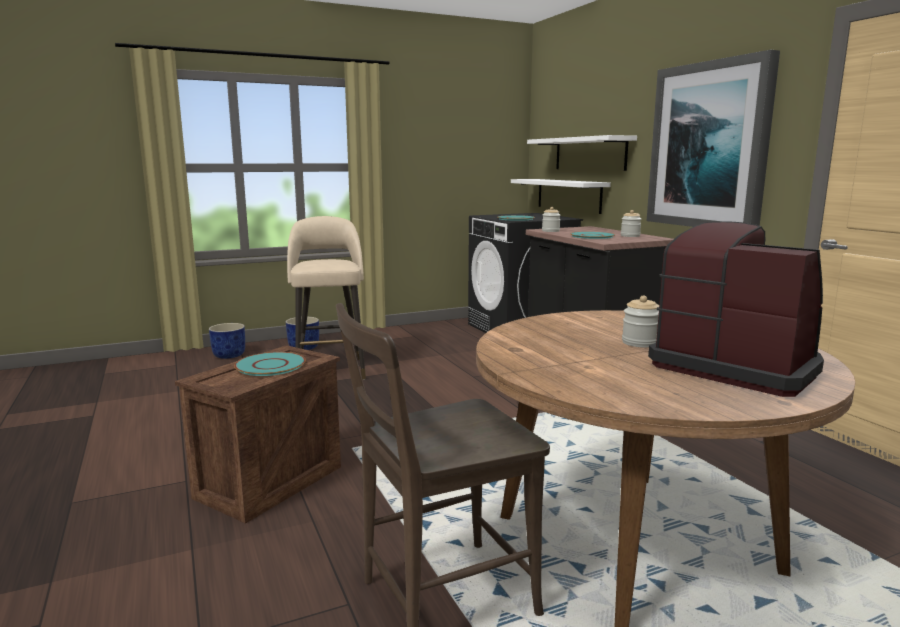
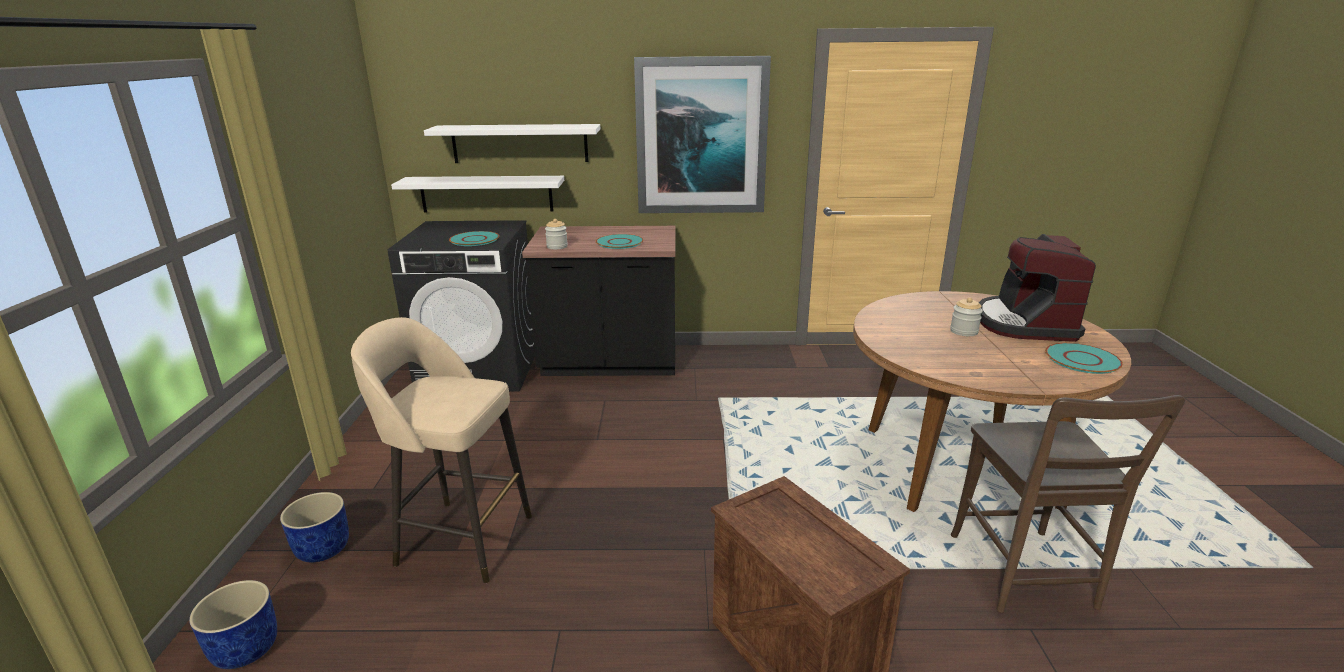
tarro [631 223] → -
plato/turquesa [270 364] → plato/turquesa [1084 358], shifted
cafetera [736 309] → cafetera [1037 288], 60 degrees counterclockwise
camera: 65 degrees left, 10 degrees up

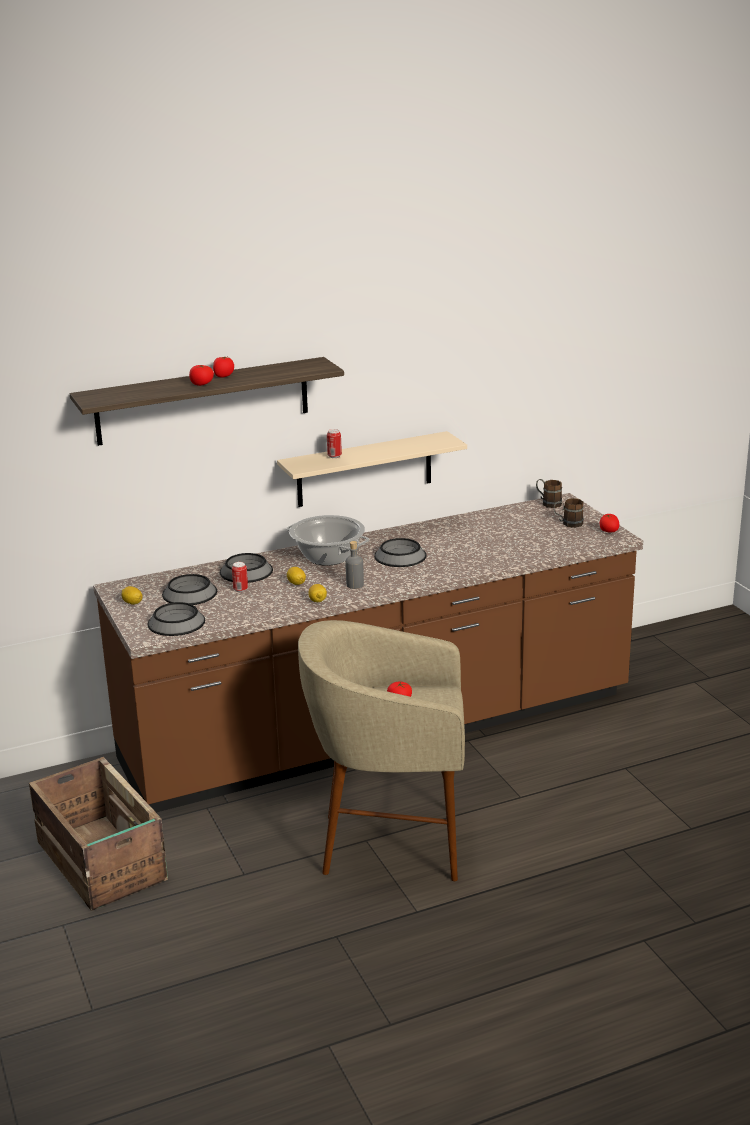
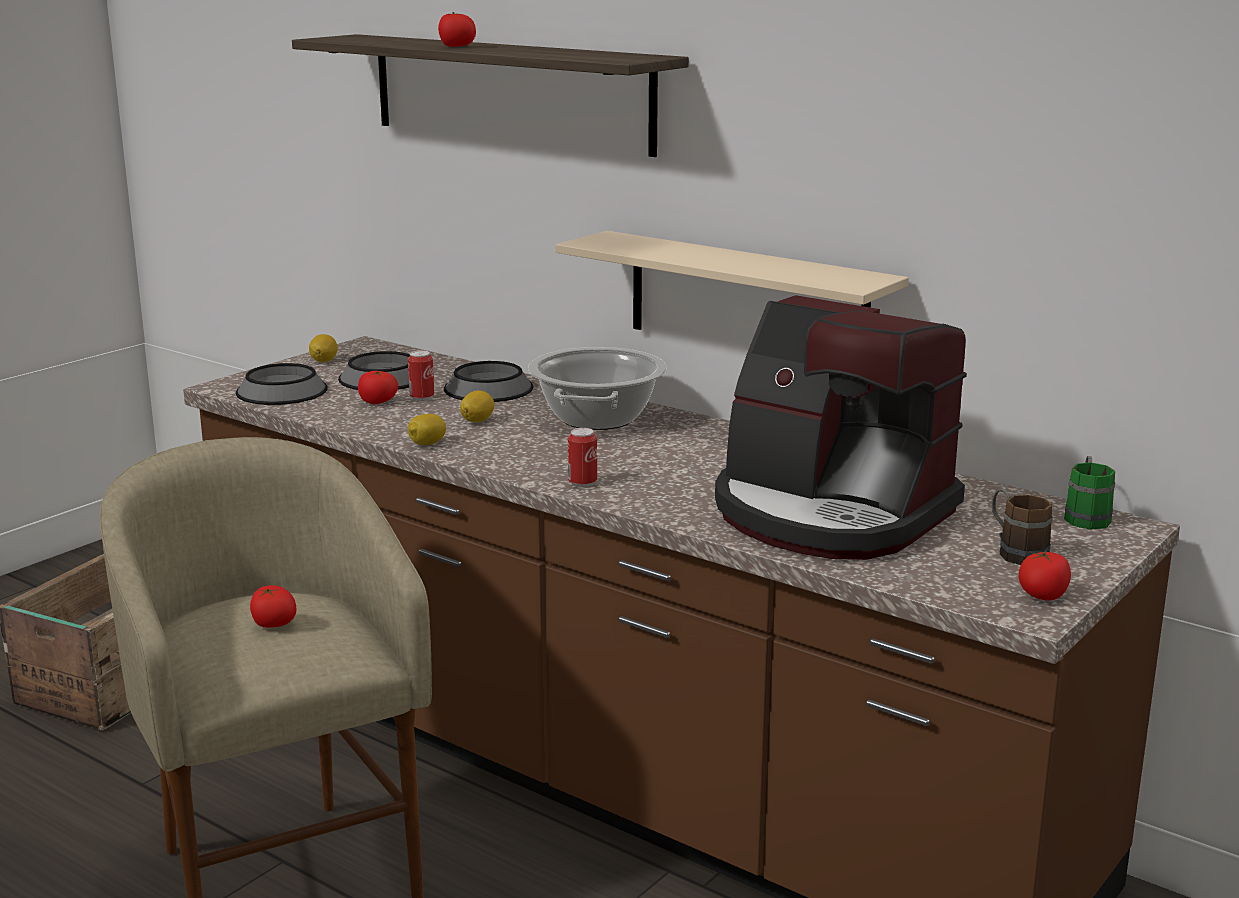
botella/gris [354 565] → -
cuenco [400 552] → -
- → cafetera [841 427]
tomate [223 366] → tomate [378 387], shifted
lata [334 443] → lata [582 457], shifted
taza grande/marrón [549 493] → taza grande/verde [1089 492]
camera: 60 degrees right, 5 degrees down

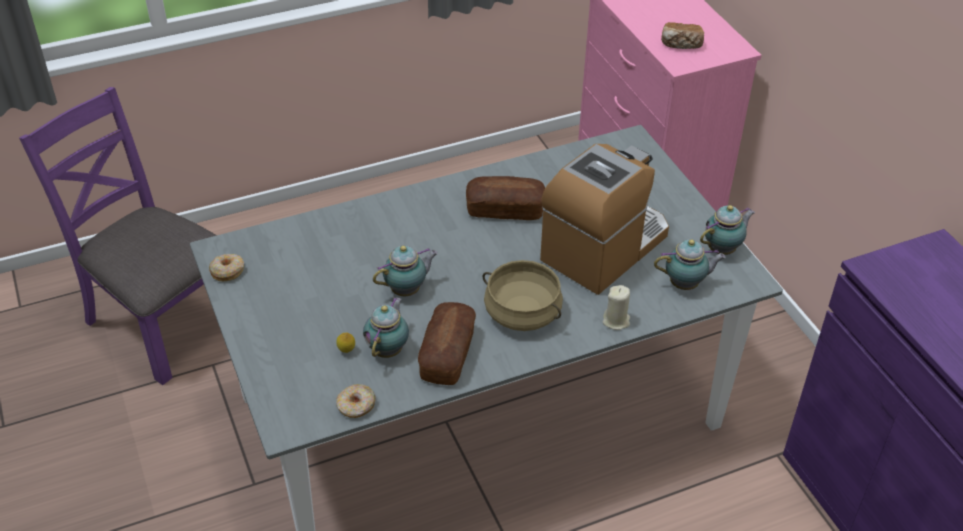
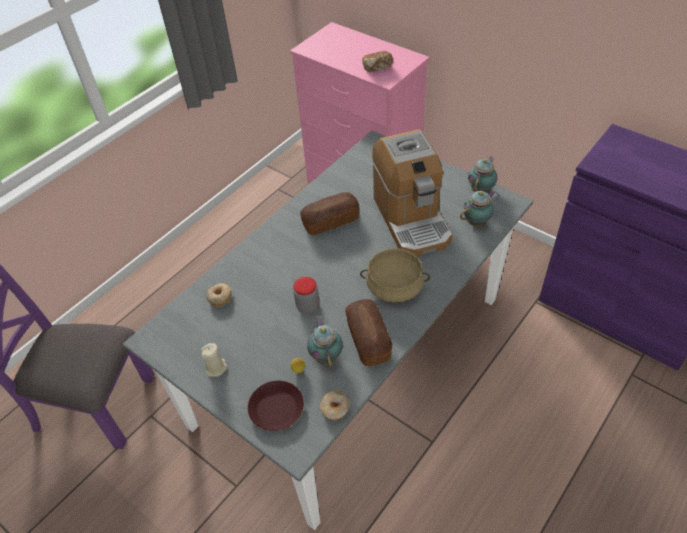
- → plato/marrón [276 406]
rosquilla [226 267] → rosquilla [219 295], shifted
vela/beis [616 307] → vela/beis [214 360], shifted
tetera [405 271] → tarro [306 295]
cafetera [604 219] → cafetera [412 192], 150 degrees clockwise
camera: 25 degrees left, 5 degrees up

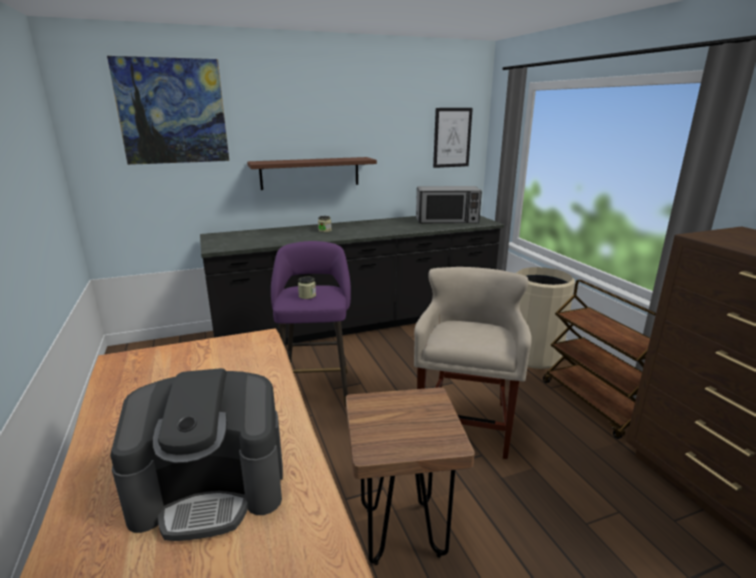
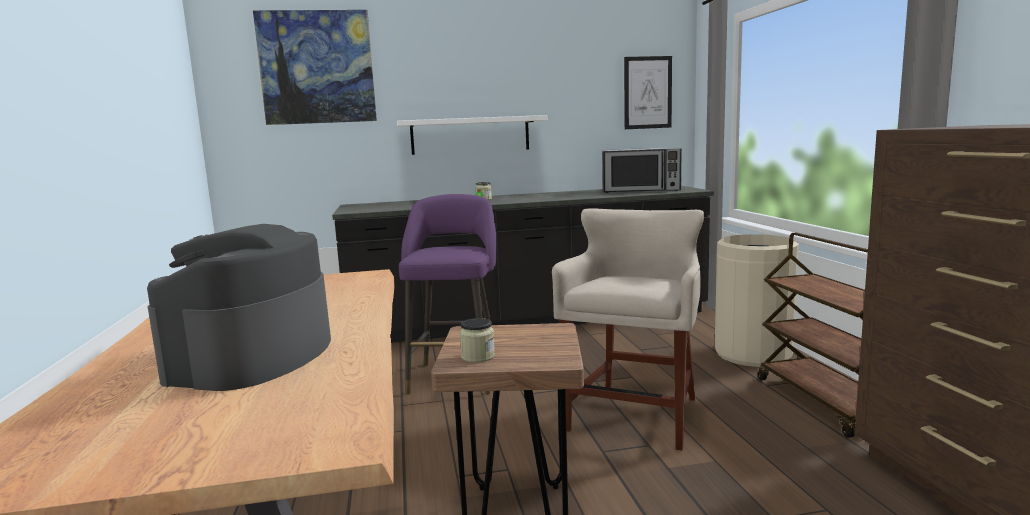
tarro [307 287] → tarro [477 340], shifted
estante/marrón [312 173] → estante/blanco [472 135]
cafetera [196 454] → cafetera [239 307], 105 degrees clockwise
camera: 10 degrees right, 10 degrees down

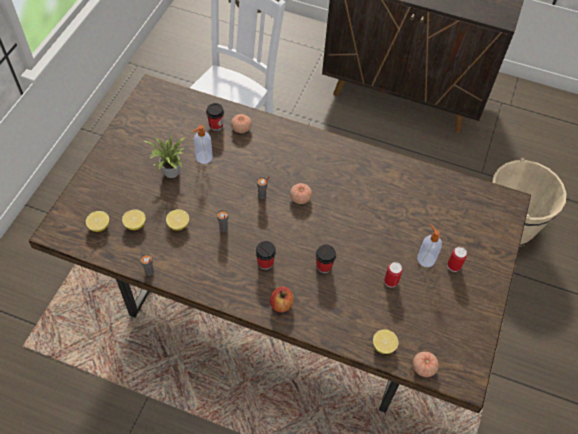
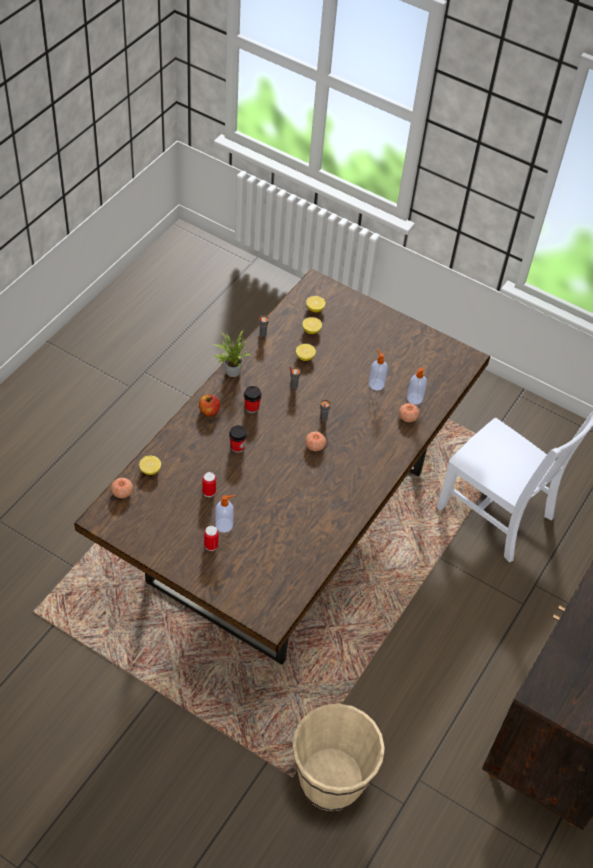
planta en maceta [164 156] → planta en maceta [232 353], shifted
taza [215 117] → dispensador de jabón [417 386]
camera: 100 degrees right, 5 degrees down

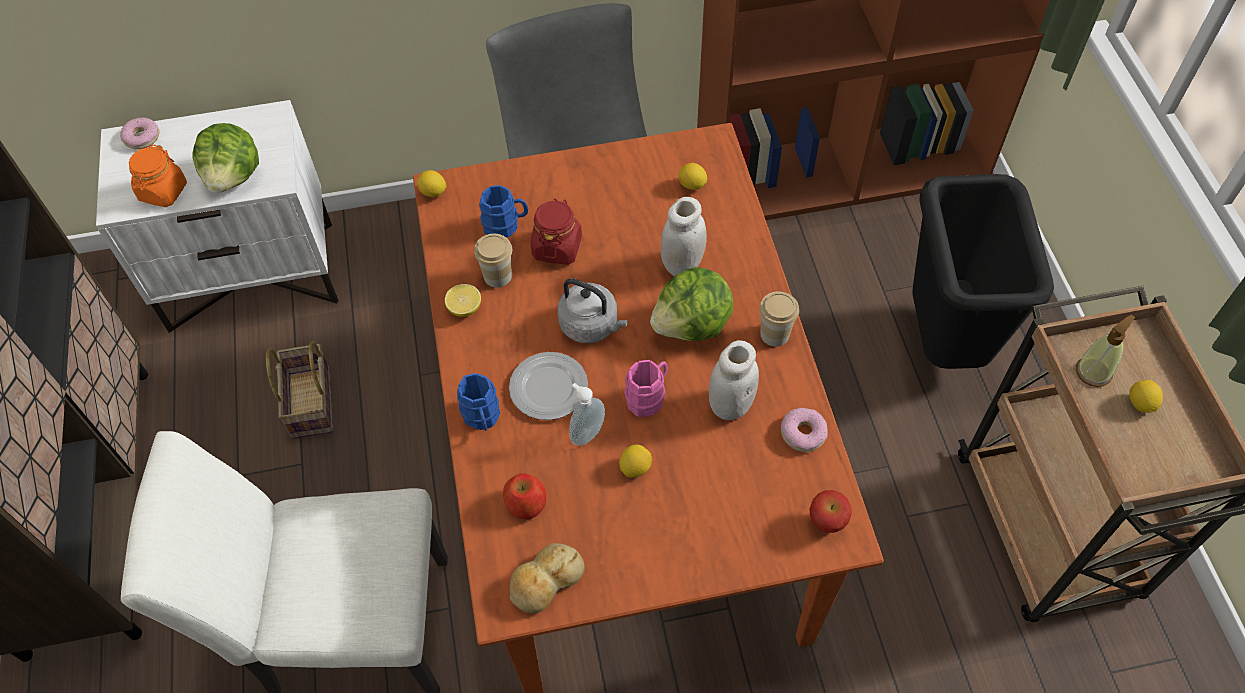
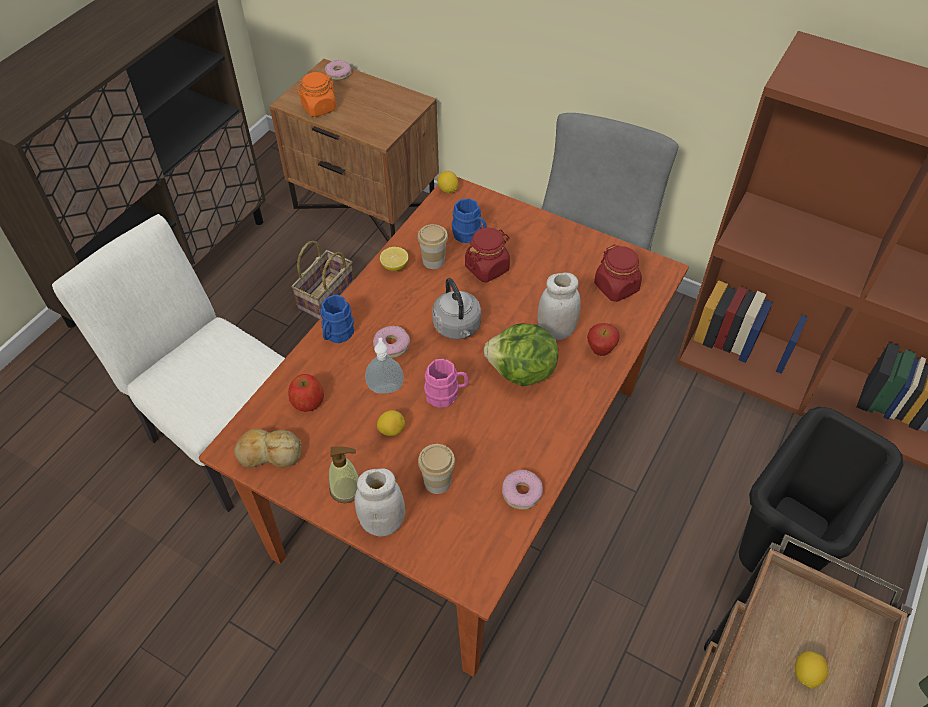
lechuga [225 158] → -
tarro/blanco [734 380] → tarro/blanco [379 502], shifted
taza [779 319] → taza [436 469], shifted
manzana [831 511] → manzana [603 339], shifted
dispensador de jabón [1105 351] → dispensador de jabón [344 474], shifted
plato [548 386] → rosquilla [391 342]
limón [693 176] → tarro/rojo [618 273]
mesita de noche/blanco [217 216] → mesita de noche/marrón [354 150]
camera: 40 degrees right, 5 degrees down

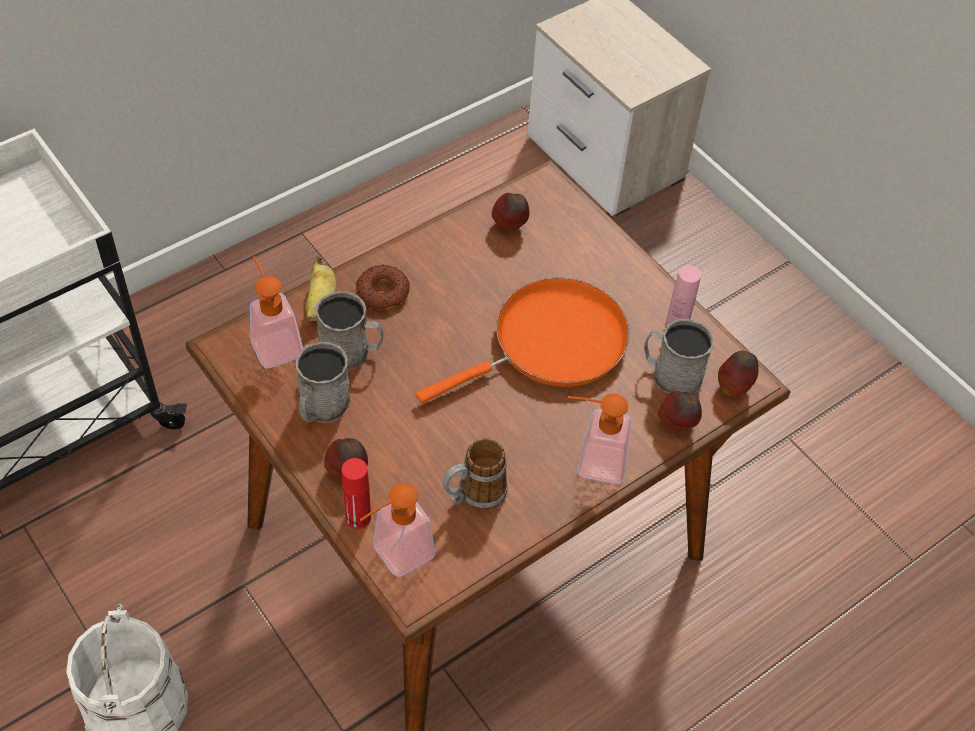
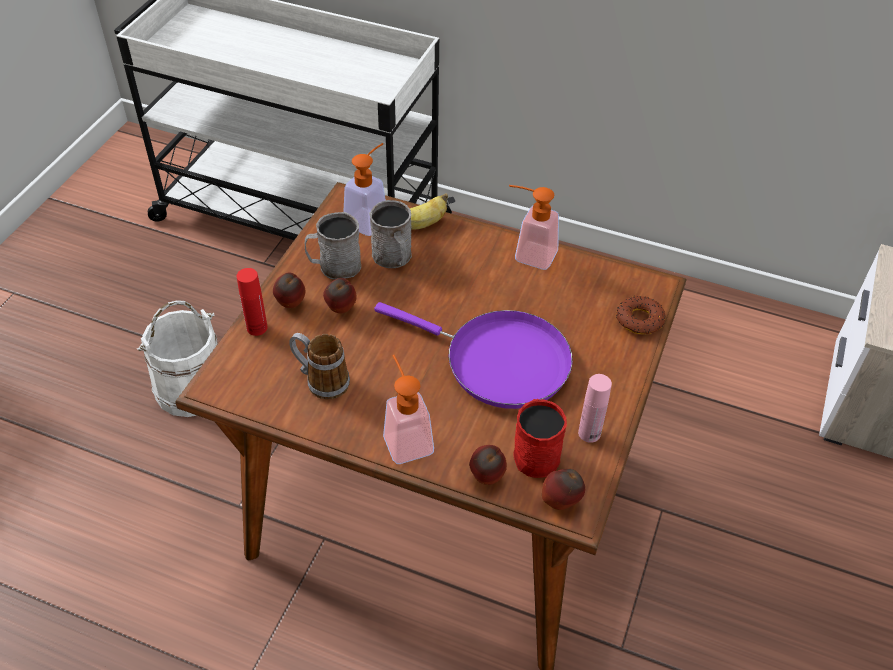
rosquilla [383 286] → rosquilla [640 315], shifted
dispensador de jabón [398 530] → dispensador de jabón [534 227], shifted
manzana [511 211] → manzana [340 295], shifted
sartén/naranja [522 340] → sartén/morado [473 355]
taza grande/gris [679 356] → taza grande/rojo [540 438]
camera: 60 degrees right, 5 degrees down

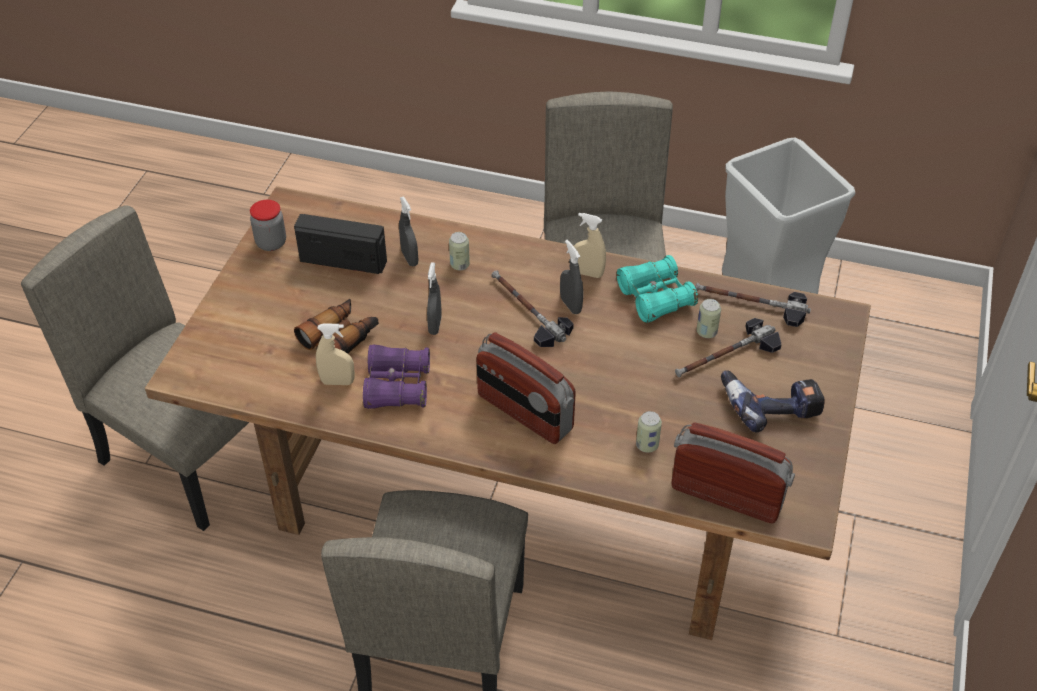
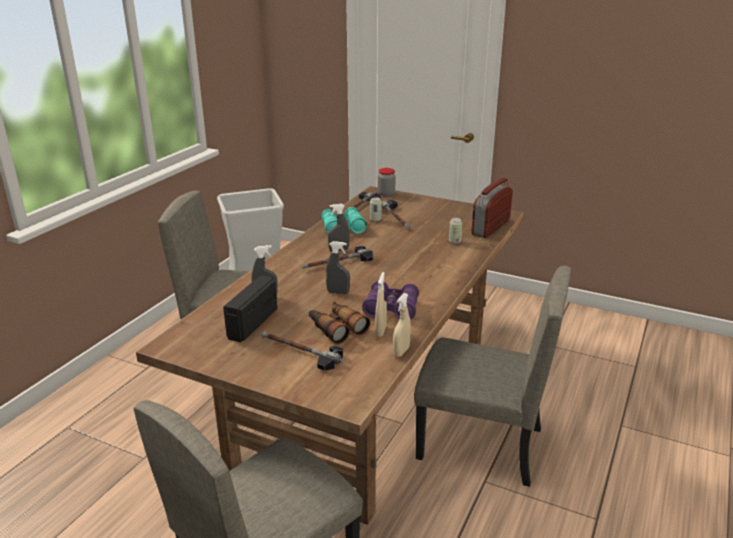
lata [459 251] → -
radio [526 388] → -
taladro [773 401] → -
- → martillo [302 351]
tarro [268 225] → tarro [387 182], shifted
pulverizador/beis [590 245] → pulverizador/beis [402 325], shifted
camera: 80 degrees left, 20 degrees down

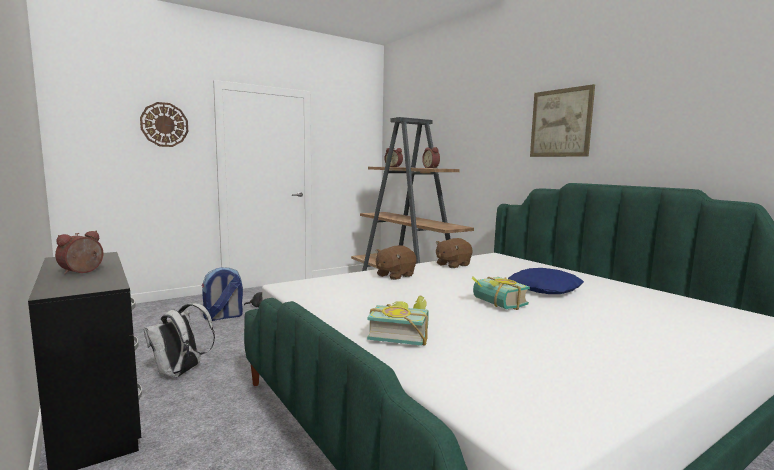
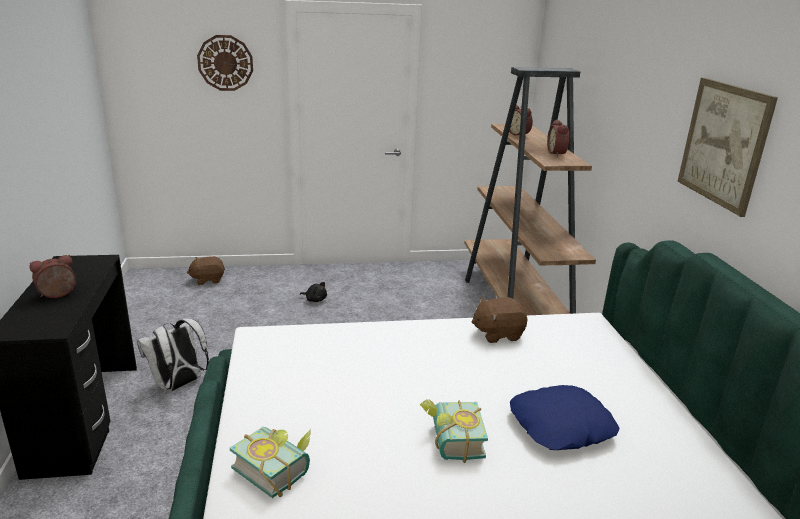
mochila [222 294] → -
peluche/marrón [395 262] → peluche/marrón [206 270], shifted
camera: 25 degrees right, 15 degrees up

